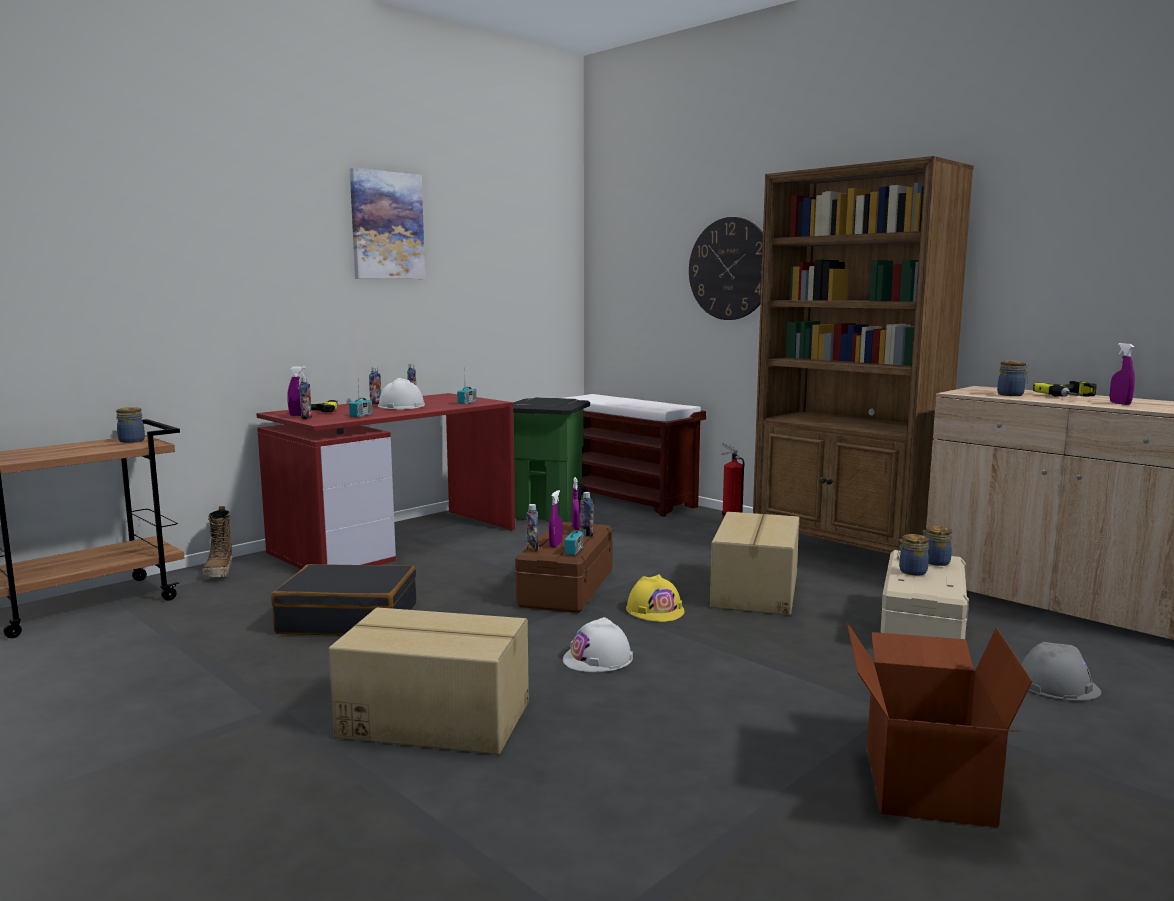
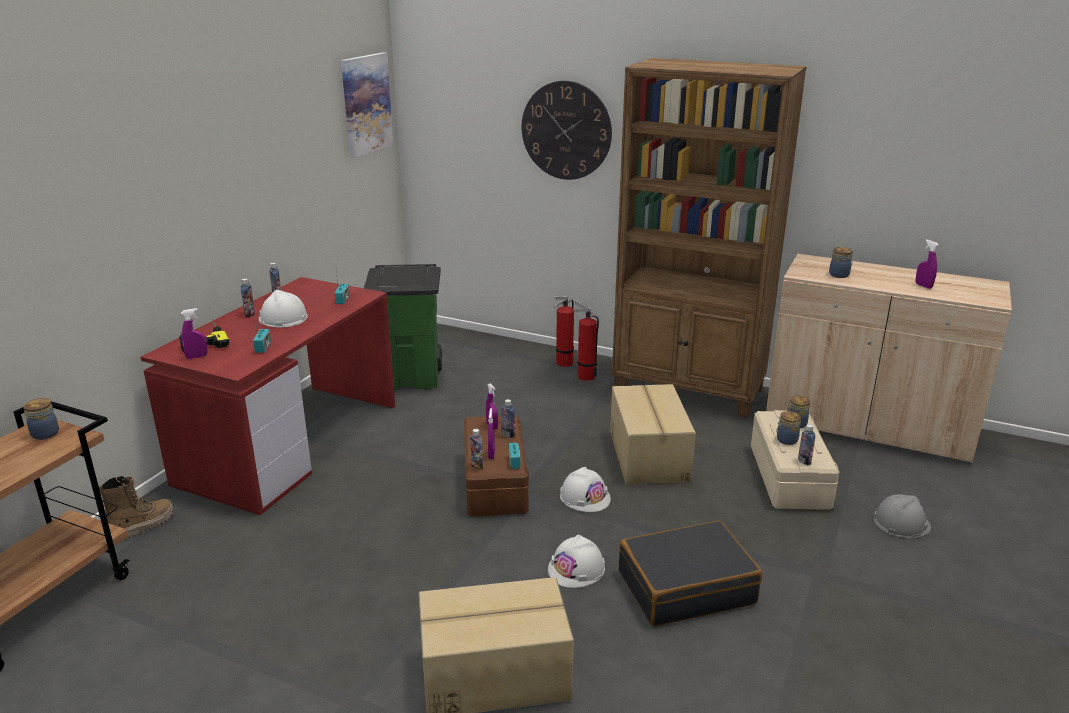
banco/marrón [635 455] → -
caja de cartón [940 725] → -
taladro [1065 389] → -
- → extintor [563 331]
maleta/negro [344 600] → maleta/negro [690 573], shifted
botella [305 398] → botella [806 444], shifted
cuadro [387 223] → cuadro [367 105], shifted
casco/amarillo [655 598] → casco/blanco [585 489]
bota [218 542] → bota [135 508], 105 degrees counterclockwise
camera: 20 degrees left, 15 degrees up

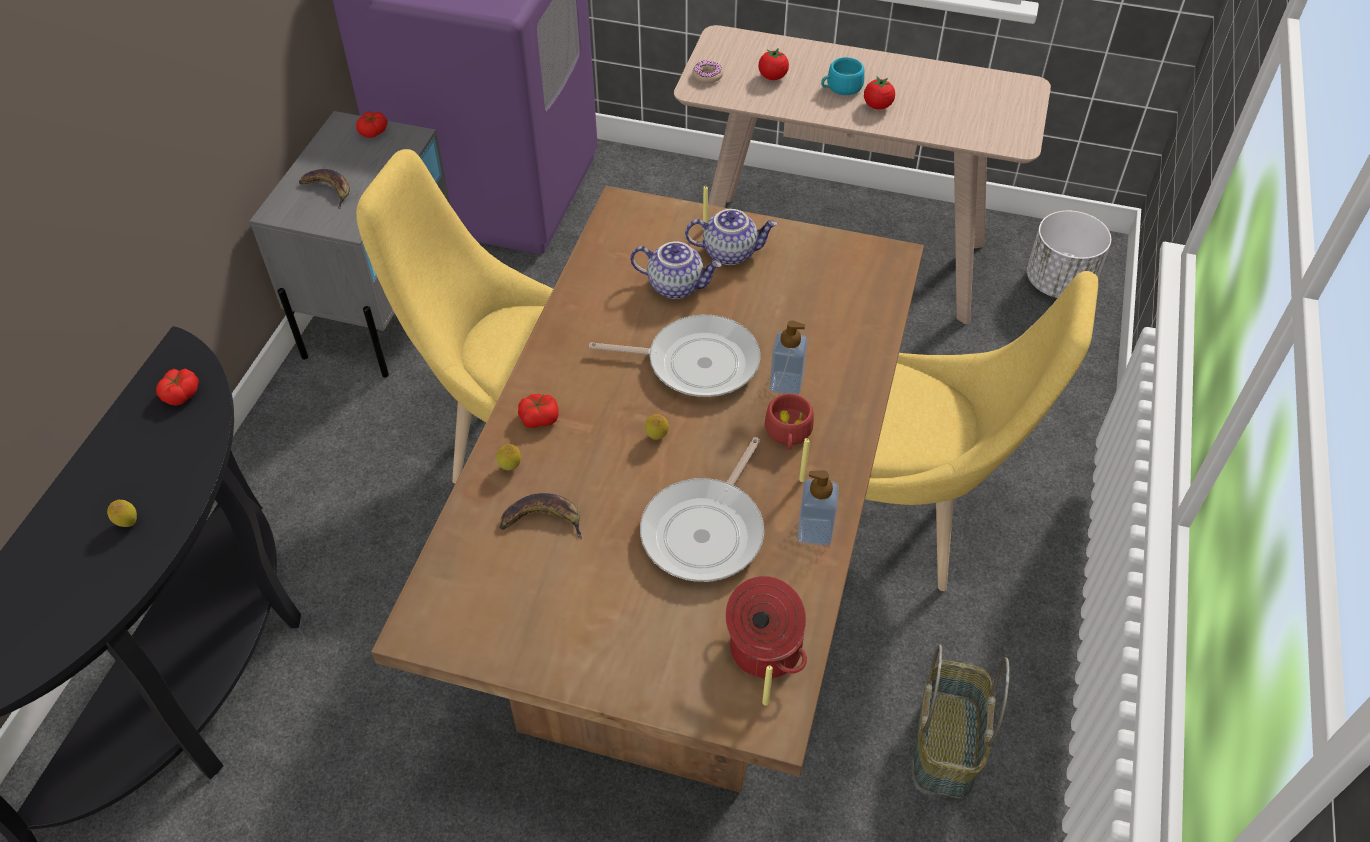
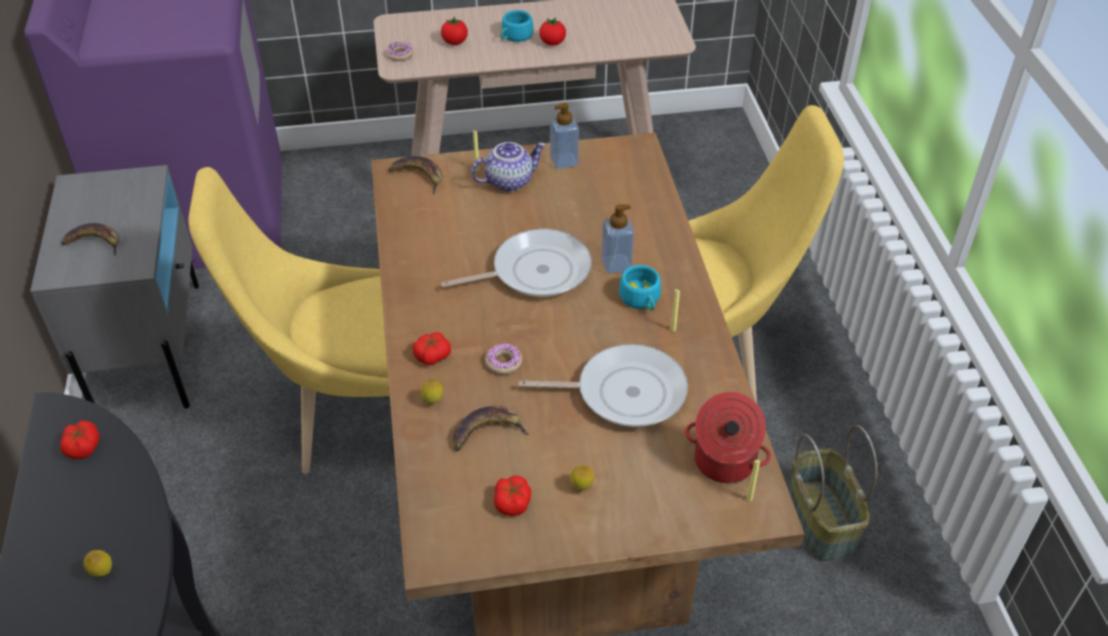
tetera [676 270] → -
maceta/blanco [1069 254] → -
- → plátano [415 175]
- → rosquilla [503 358]
tomate [372 124] → tomate [512 495], shifted
limón [657 427] → limón [582 478], shifted
dispensador de jabón [818 508] → dispensador de jabón [564 136], shifted
taza/rojo [789 421] → taza/turquesa [640 288]
sartén [702 509] → sartén [603 385], 90 degrees counterclockwise
camera: 25 degrees left, 5 degrees down

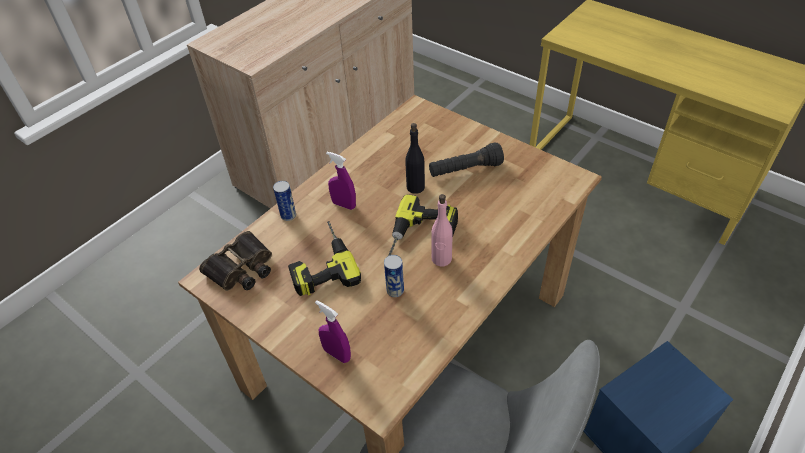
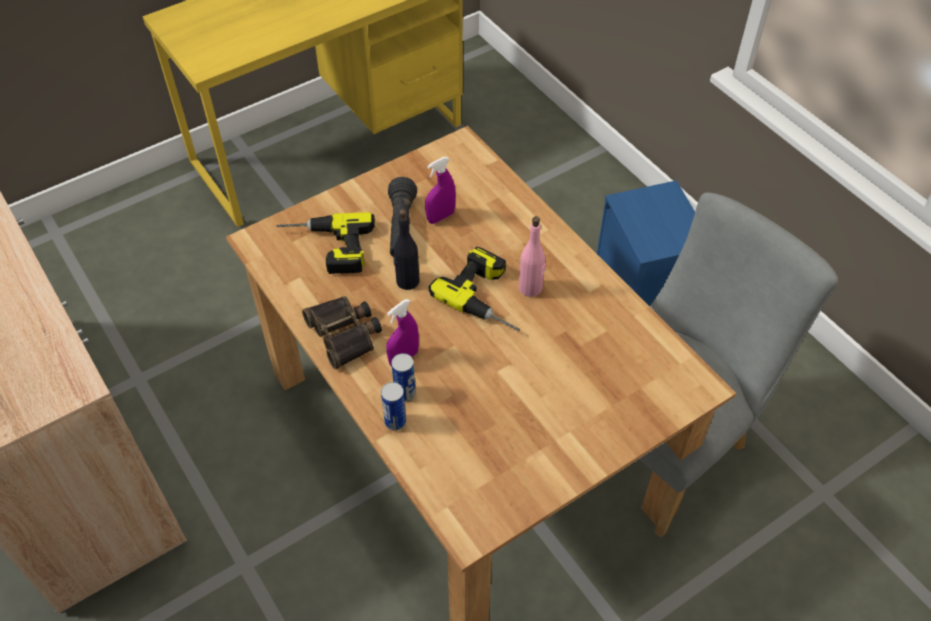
prismáticos [235 261] → prismáticos [342 332], shifted
taladro [324 258] → taladro [325 243], shifted
pulverizador/morado [333 331] → pulverizador/morado [440 190], shifted
lata [394 276] → lata [403 377], shifted
camera: 75 degrees left, 5 degrees up

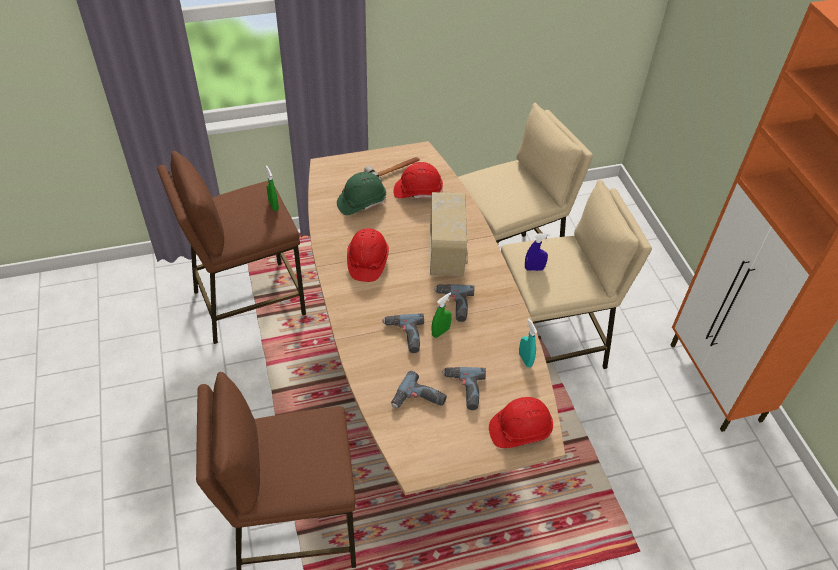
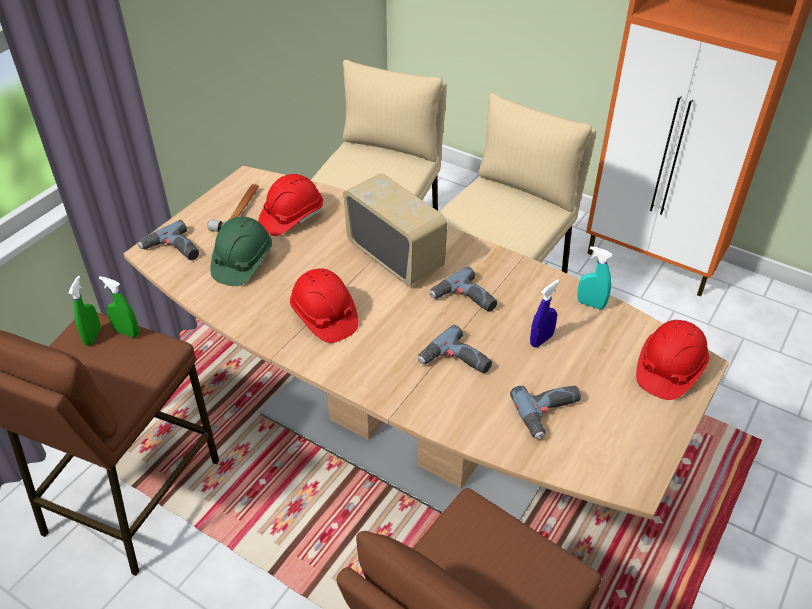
pulverizador/verde [442 315] → pulverizador/verde [85 311], shifted
taladro [464 388] → taladro [168 240], shifted
pulverizador/azul [537 252] → pulverizador/azul [545 313], shifted
camera: 40 degrees left, 5 degrees down

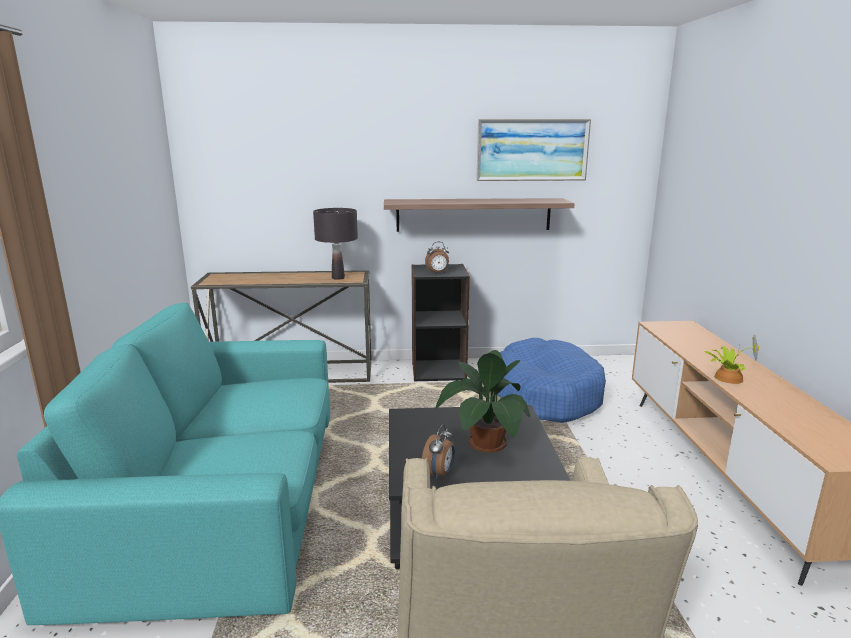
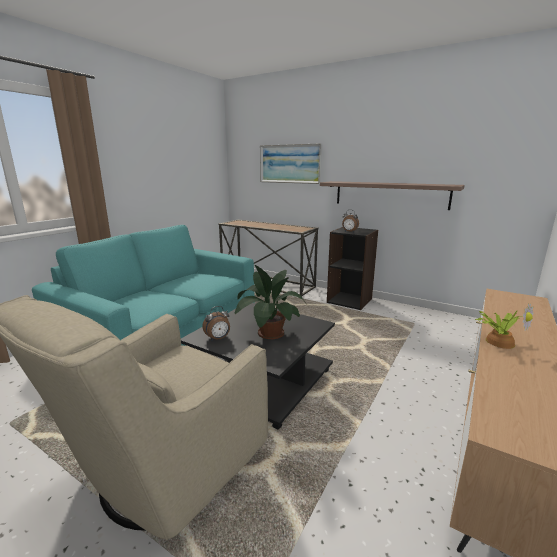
lámpara de mesa/negro [335 244] → -
cama para perro/azul [551 380] → -
cuadro [533 150] → cuadro [291 163], shifted
camera: 35 degrees right, 0 degrees up

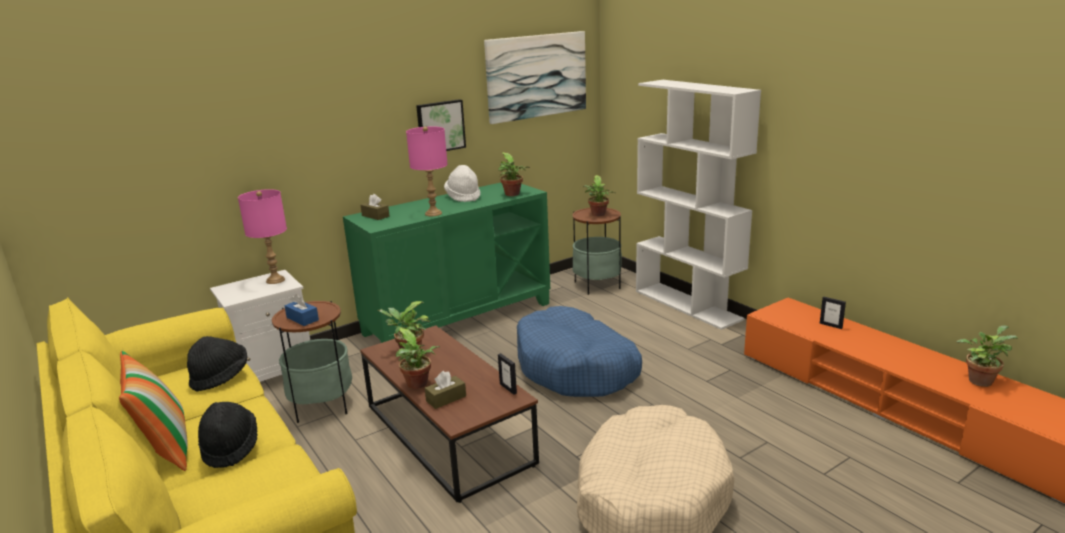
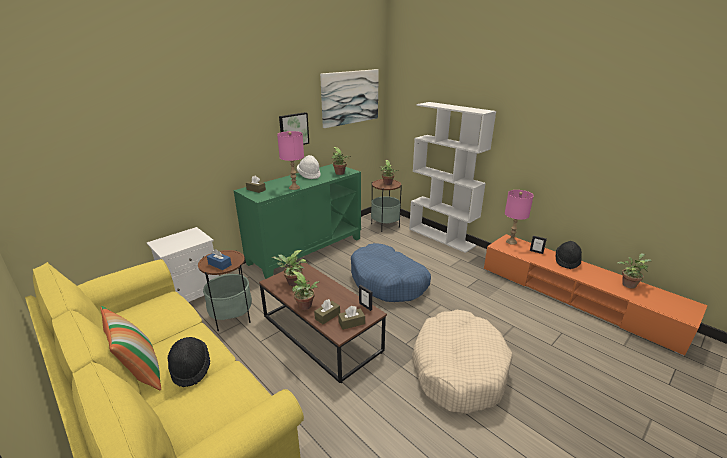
- → caja de pañuelos/marrón [351 318]
sombrero/negro [217 364] → sombrero/negro [569 255], shifted
lámpara de mesa/rosa [262 236] → lámpara de mesa/rosa [519 217], shifted
camera: 10 degrees left, 5 degrees up

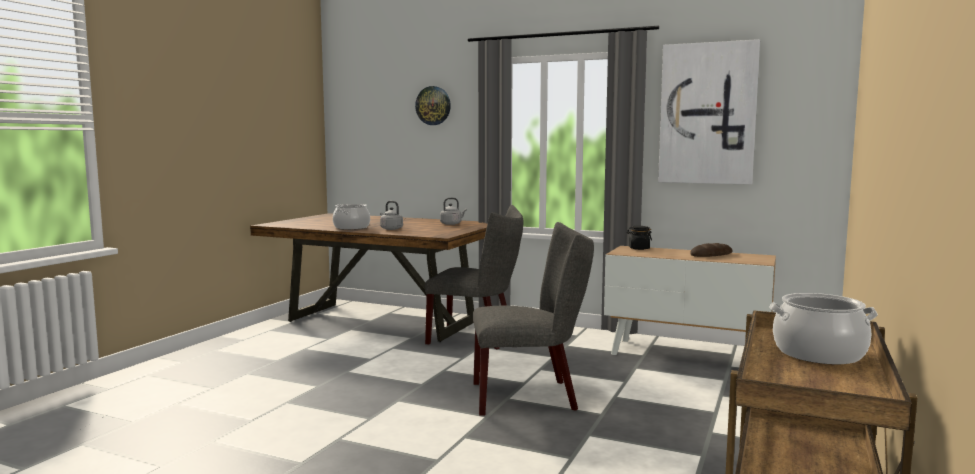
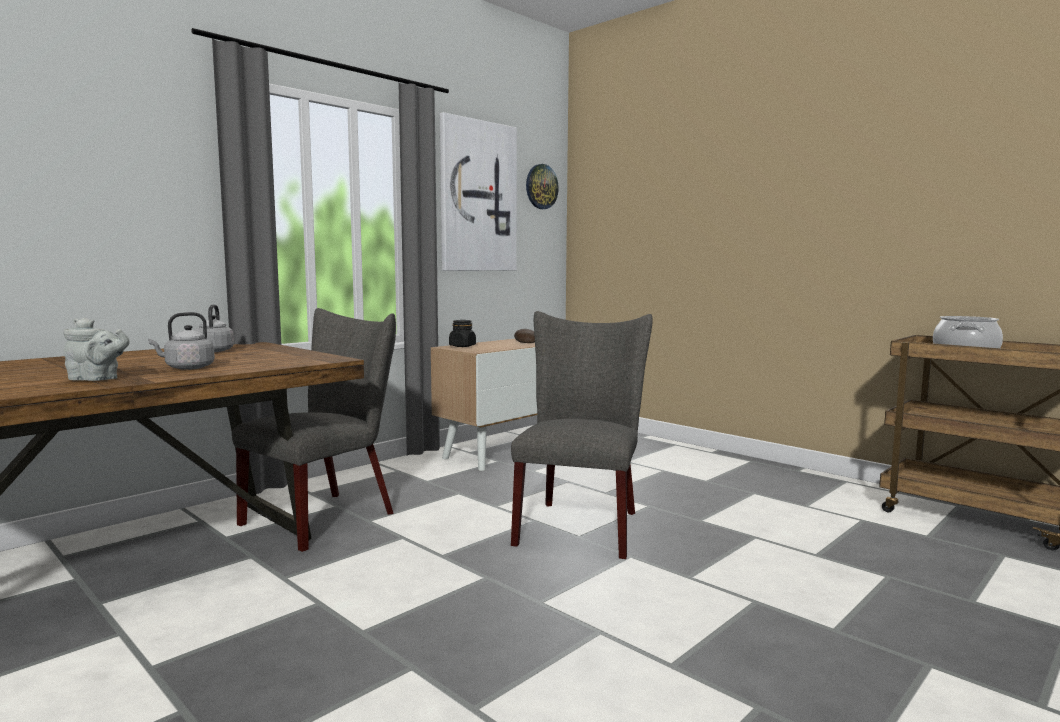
reloj de pared [433 105] → reloj de pared [542 186], shifted
olla [351 217] → tetera/gris [96 349]
camera: 70 degrees left, 0 degrees up

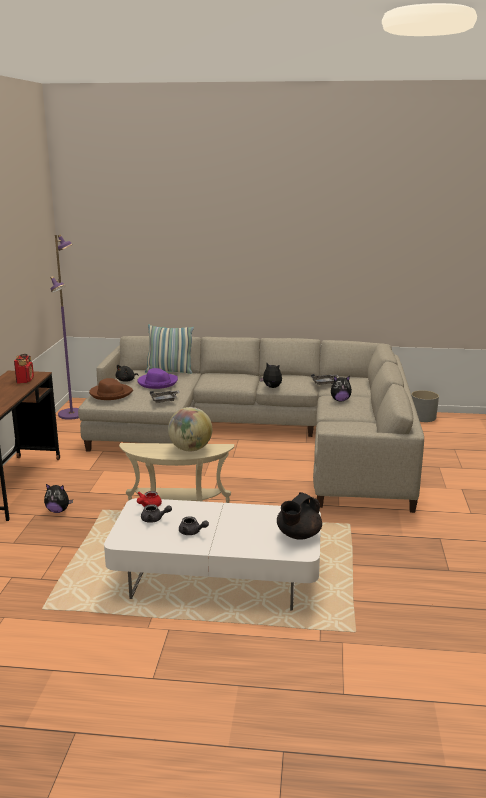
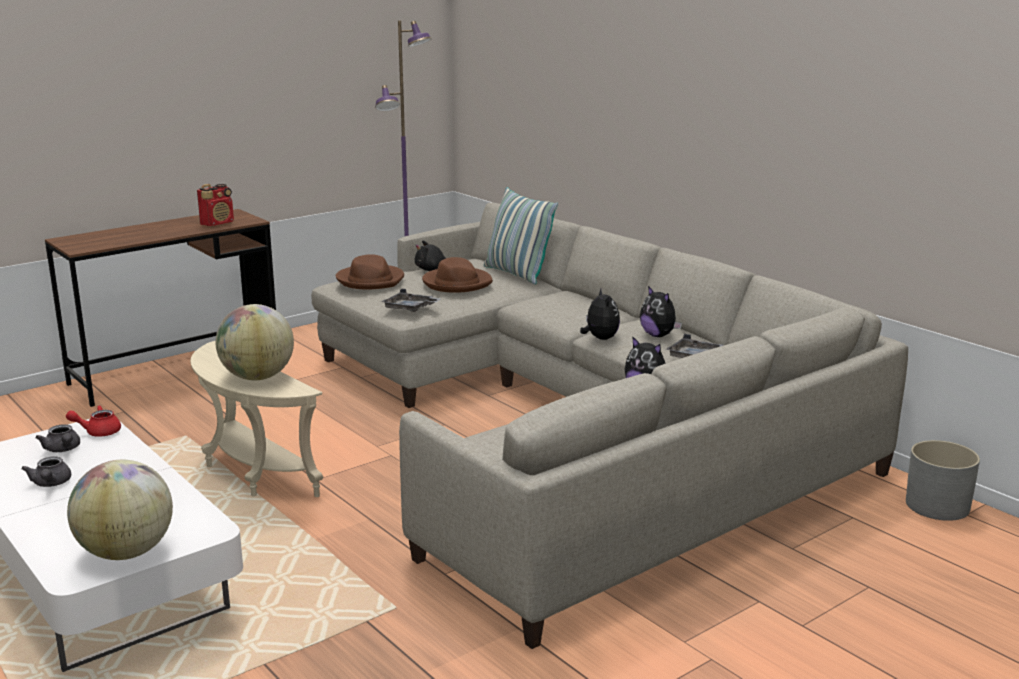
peluche [58 498] → peluche [661 311], shifted
tetera/negro [299 516] → globo terráqueo [120 510]
sombrero/morado [157 378] → sombrero/marrón [457 275]
camera: 45 degrees right, 0 degrees up

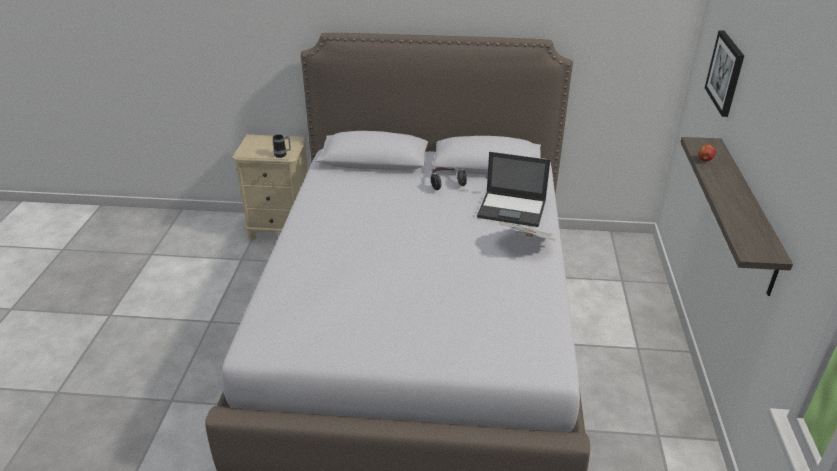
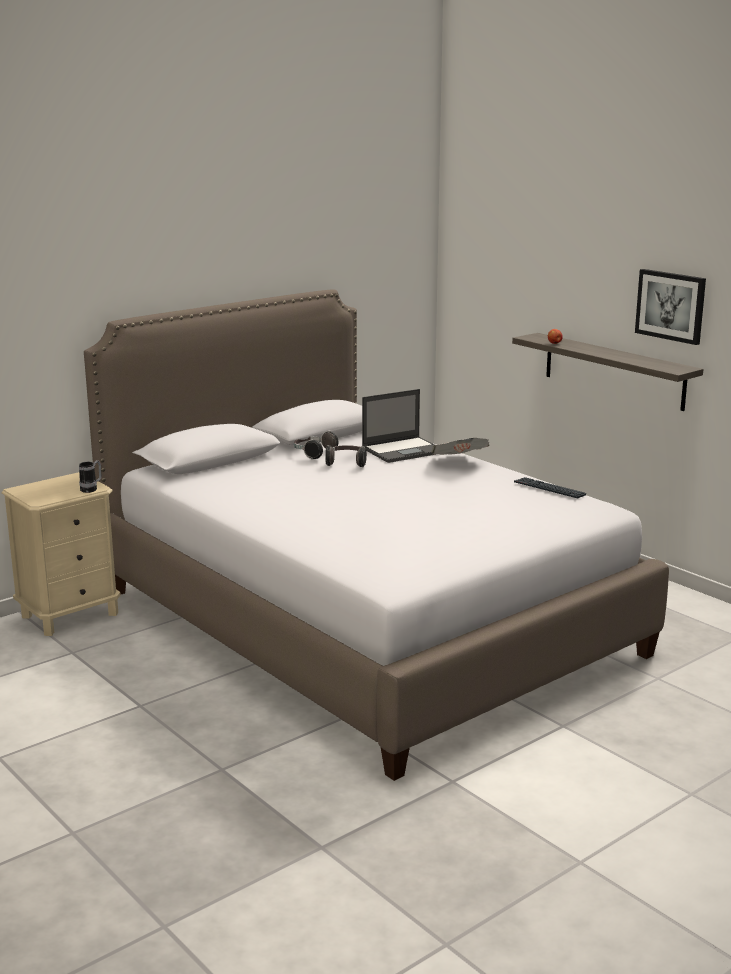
- → auriculares [346 456]
- → teclado [550 488]
cuadro [724 73] → cuadro [670 307], shifted
camera: 45 degrees left, 15 degrees down

